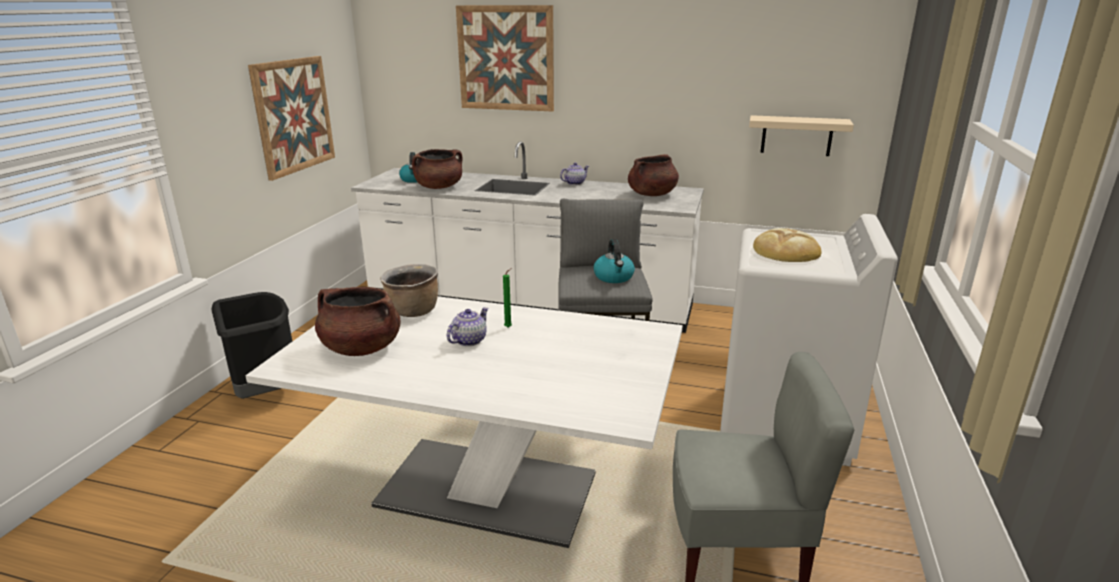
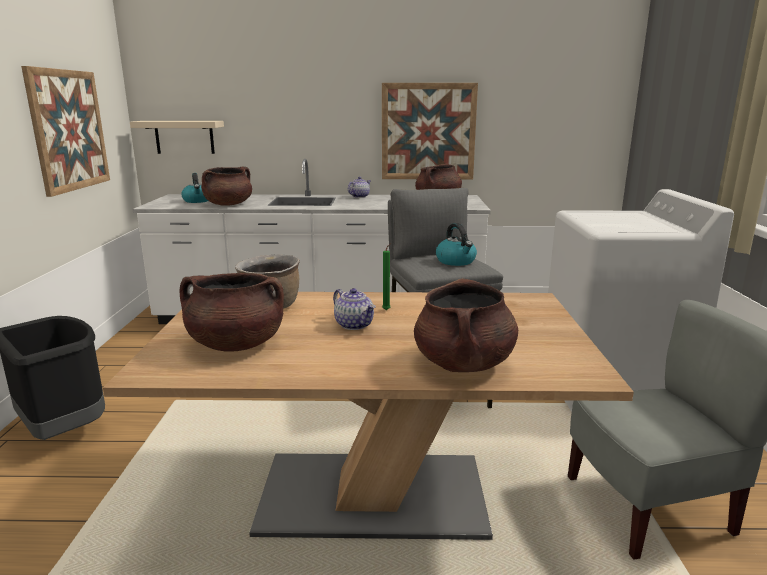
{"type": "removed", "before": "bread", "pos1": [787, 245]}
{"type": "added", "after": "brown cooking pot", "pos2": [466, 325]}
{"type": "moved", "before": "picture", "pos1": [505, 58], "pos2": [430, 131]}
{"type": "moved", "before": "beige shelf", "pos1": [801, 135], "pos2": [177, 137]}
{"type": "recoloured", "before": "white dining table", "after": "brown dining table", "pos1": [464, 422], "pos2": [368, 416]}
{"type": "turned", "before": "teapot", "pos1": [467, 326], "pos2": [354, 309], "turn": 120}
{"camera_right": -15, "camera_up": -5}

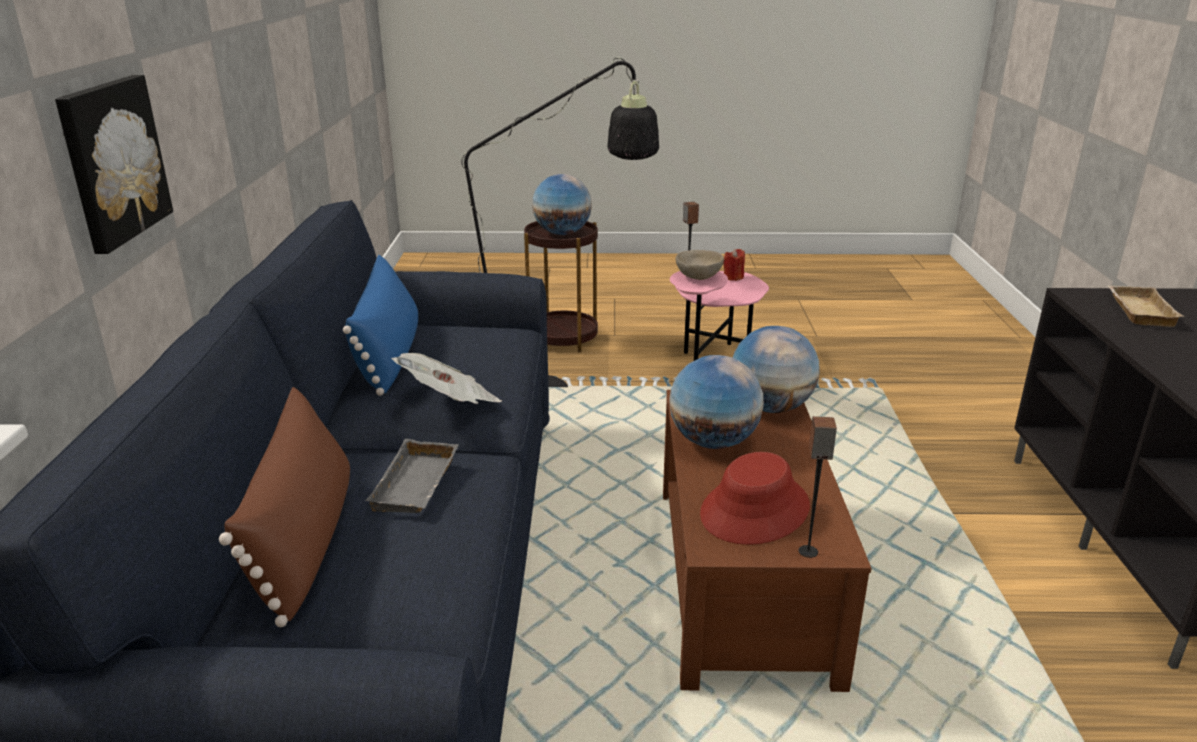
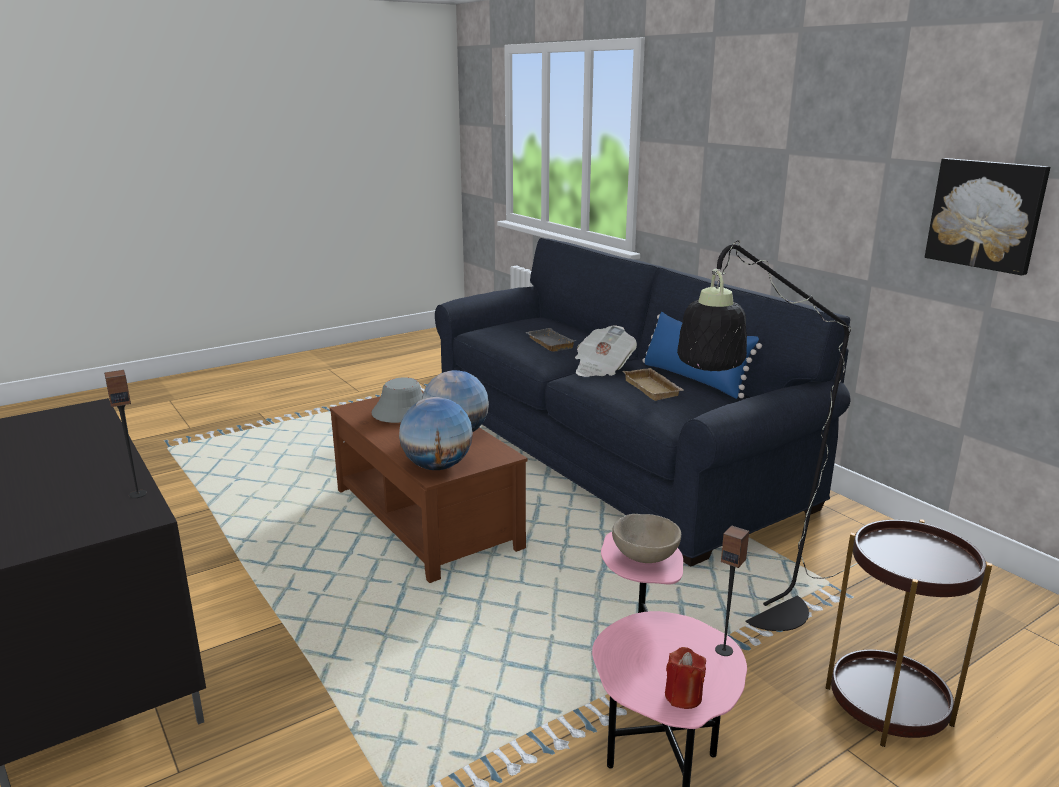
{"type": "removed", "before": "brown pillow", "pos1": [284, 507]}
{"type": "removed", "before": "globe", "pos1": [562, 204]}
{"type": "moved", "before": "picture", "pos1": [114, 164], "pos2": [987, 216]}
{"type": "moved", "before": "speaker", "pos1": [817, 487], "pos2": [125, 434]}
{"type": "moved", "before": "beige tray", "pos1": [1146, 306], "pos2": [654, 384]}
{"type": "recoloured", "before": "red hat", "after": "grey hat", "pos1": [755, 498], "pos2": [397, 400]}
{"camera_right": 145, "camera_up": -5}

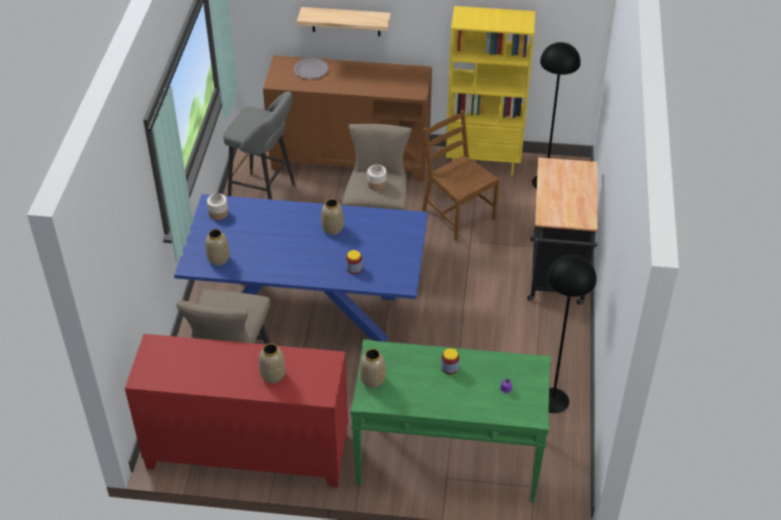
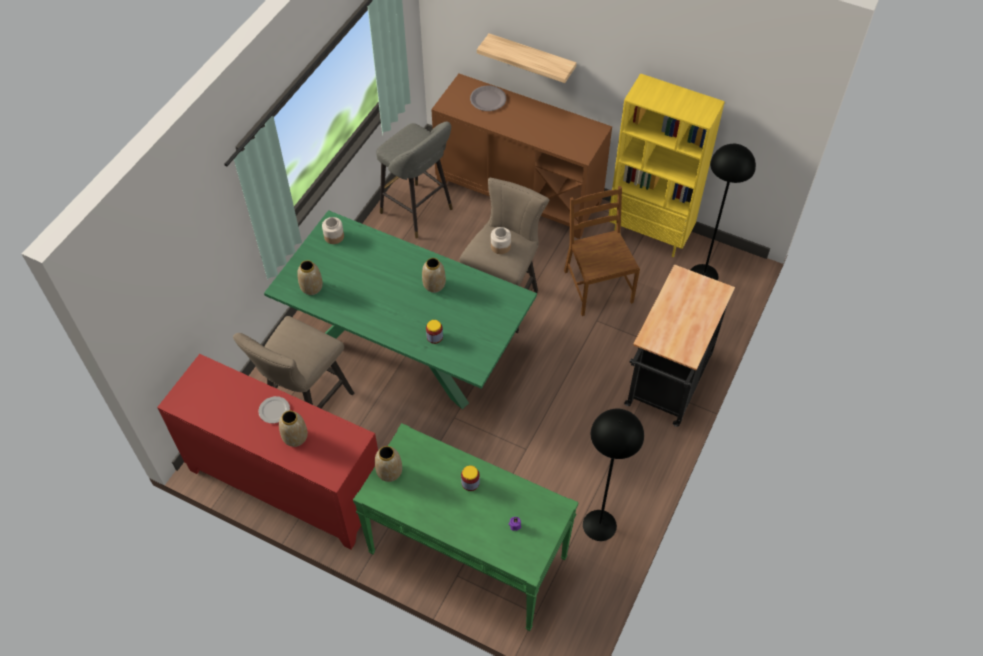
{"type": "added", "after": "plate", "pos2": [274, 409]}
{"type": "recoloured", "before": "blue dining table", "after": "green dining table", "pos1": [301, 268], "pos2": [400, 309]}
{"camera_right": 20, "camera_up": 10}

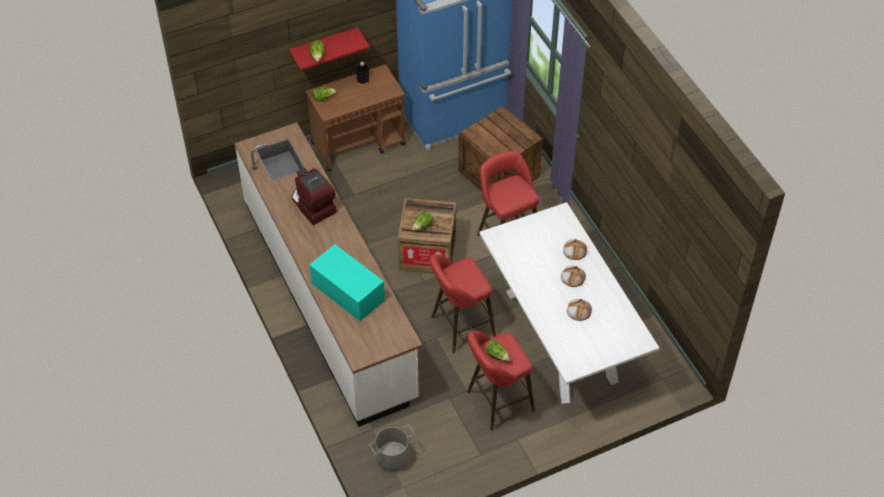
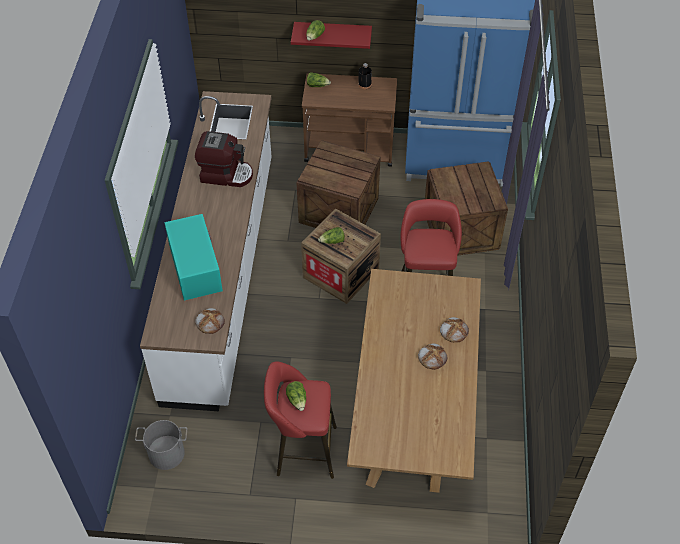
{"type": "removed", "before": "red stool", "pos1": [462, 303]}
{"type": "added", "after": "crate", "pos2": [339, 184]}
{"type": "moved", "before": "bread", "pos1": [579, 310], "pos2": [210, 321]}
{"type": "recoloured", "before": "white dining table", "after": "brown dining table", "pos1": [569, 303], "pos2": [414, 381]}
{"type": "turned", "before": "coffee machine", "pos1": [314, 196], "pos2": [224, 159], "turn": 105}
{"camera_right": 30, "camera_up": 0}

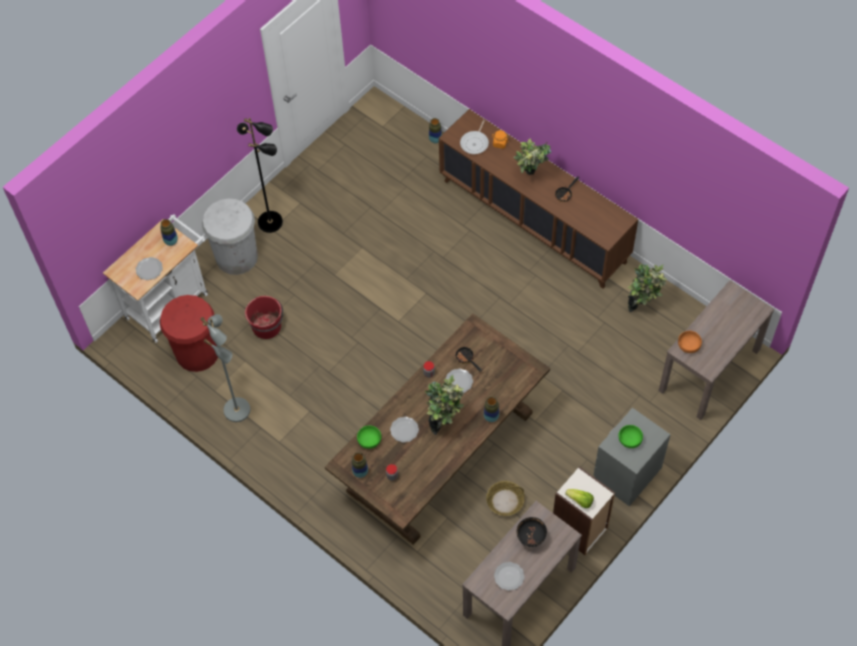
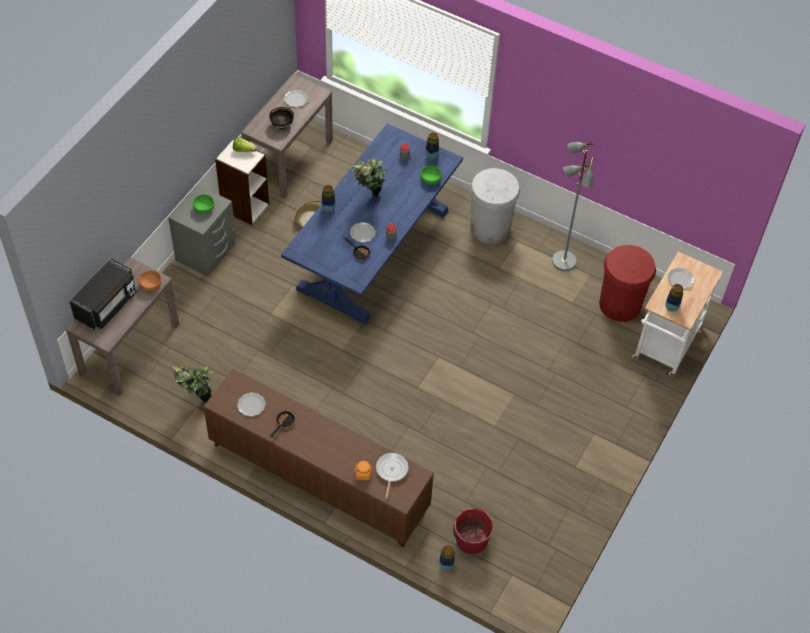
{"type": "removed", "before": "black floor lamp", "pos1": [260, 175]}
{"type": "removed", "before": "potted plant", "pos1": [533, 156]}
{"type": "added", "after": "black microwave", "pos2": [103, 294]}
{"type": "moved", "before": "white trash can", "pos1": [230, 237], "pos2": [495, 206]}
{"type": "moved", "before": "red bucket", "pos1": [264, 317], "pos2": [473, 531]}
{"type": "moved", "before": "plate", "pos1": [404, 430], "pos2": [251, 404]}
{"type": "recoloured", "before": "brown dining table", "after": "blue dining table", "pos1": [437, 429], "pos2": [372, 224]}
{"camera_right": 165, "camera_up": -5}

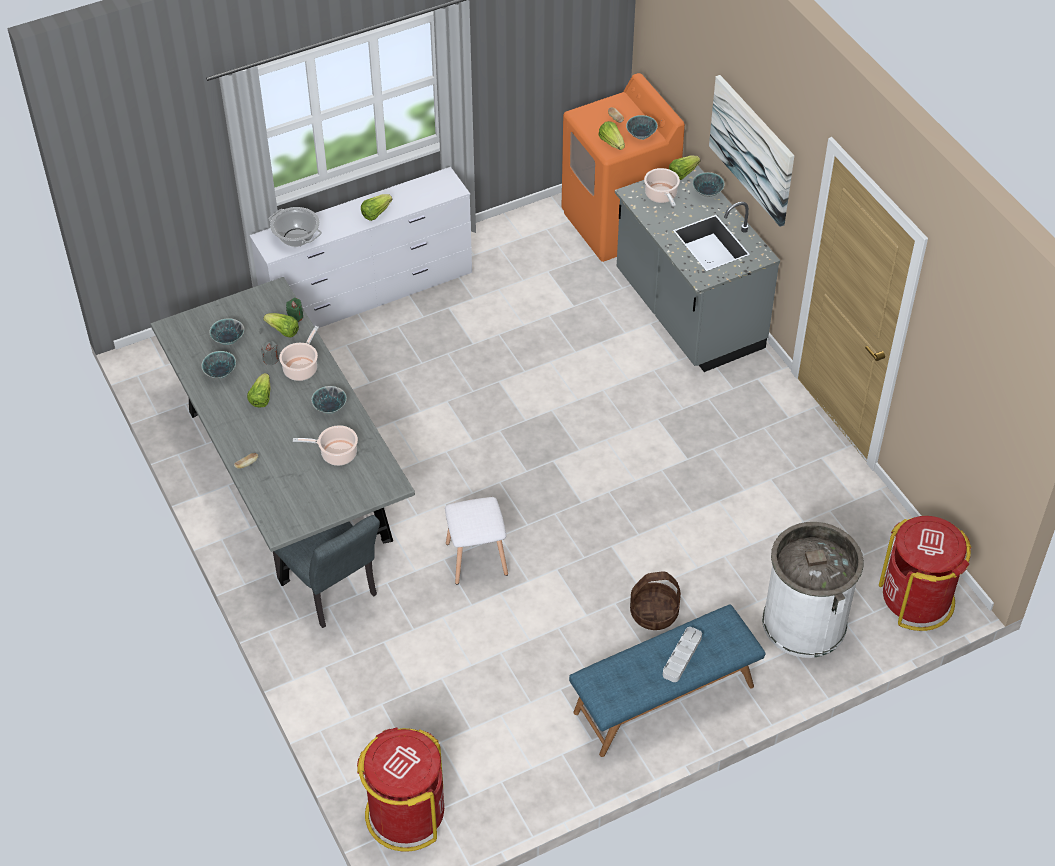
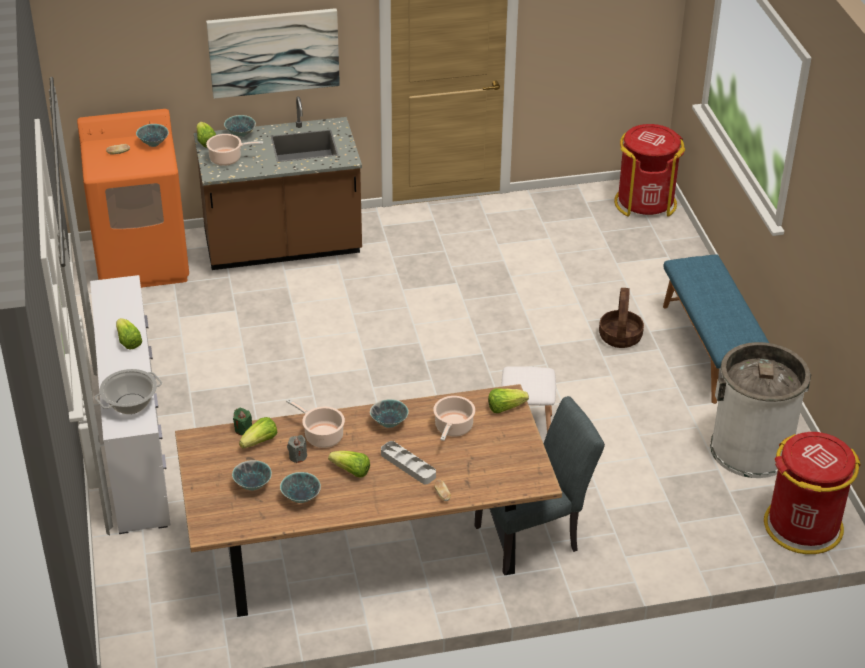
{"type": "moved", "before": "lettuce", "pos1": [611, 135], "pos2": [508, 400]}
{"type": "moved", "before": "grey tray", "pos1": [682, 654], "pos2": [408, 462]}
{"type": "moved", "before": "white trash can", "pos1": [813, 590], "pos2": [760, 410]}
{"type": "recoloured", "before": "grey dining table", "after": "brown dining table", "pos1": [283, 431], "pos2": [368, 500]}
{"type": "recoloured", "before": "grey counter", "after": "brown counter", "pos1": [697, 268], "pos2": [278, 183]}
{"camera_right": -75, "camera_up": -10}

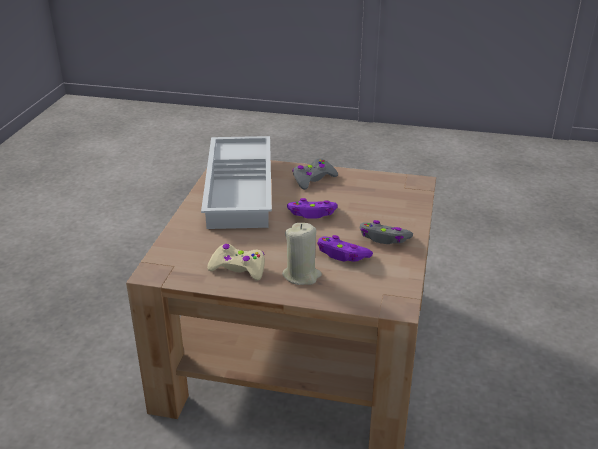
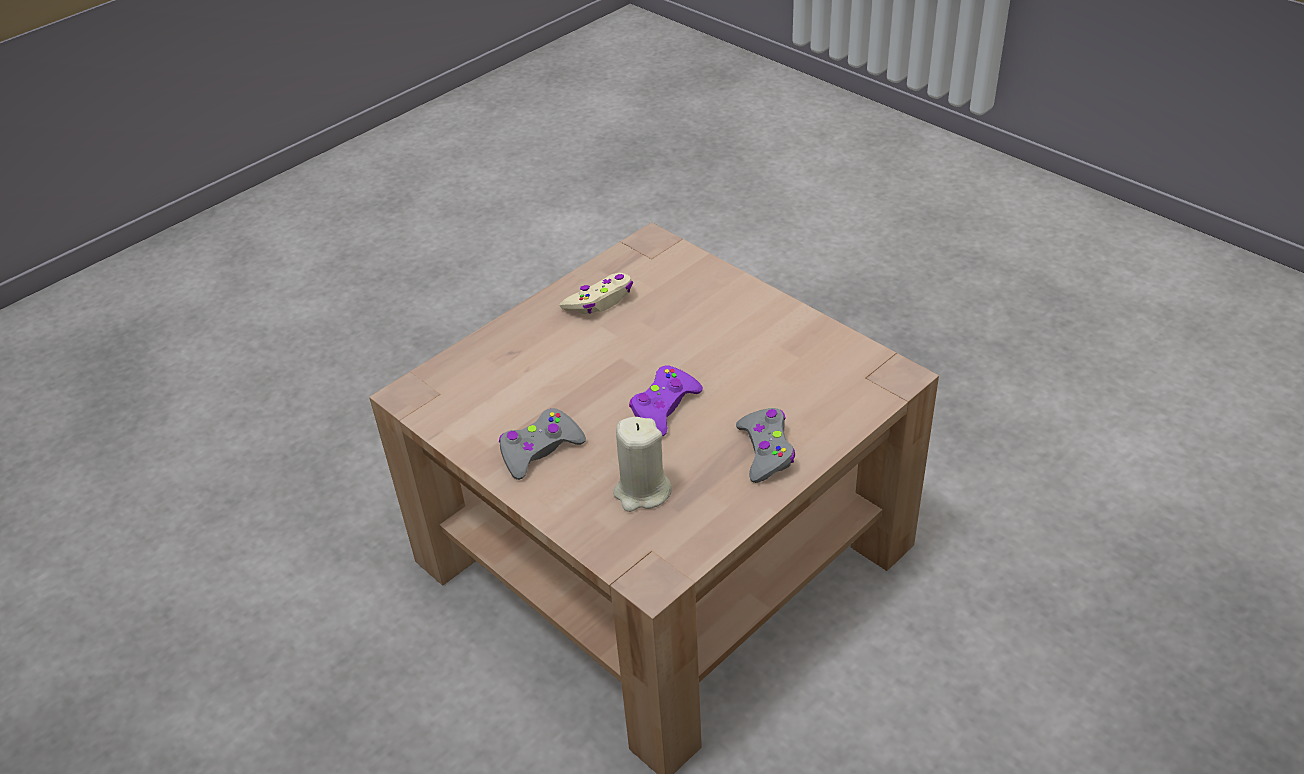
{"type": "removed", "before": "white tray", "pos1": [236, 182]}
{"type": "removed", "before": "purple game controller", "pos1": [345, 248]}
{"type": "moved", "before": "beige candle", "pos1": [302, 254], "pos2": [642, 464]}
{"camera_right": 125, "camera_up": 10}

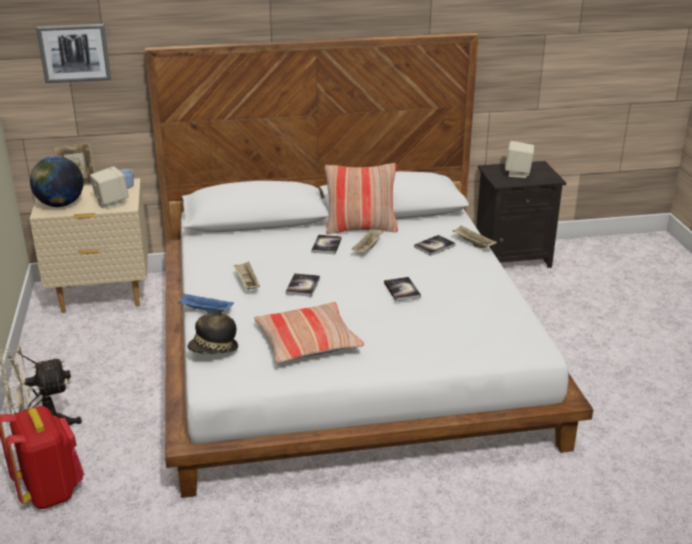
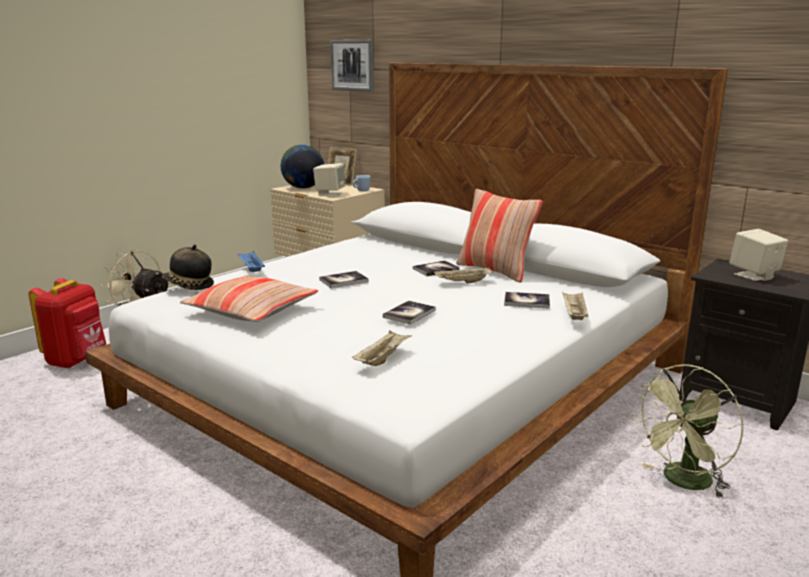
{"type": "added", "after": "green fan", "pos2": [688, 431]}
{"type": "moved", "before": "beige tray", "pos1": [247, 275], "pos2": [382, 348]}
{"camera_right": 50, "camera_up": -10}

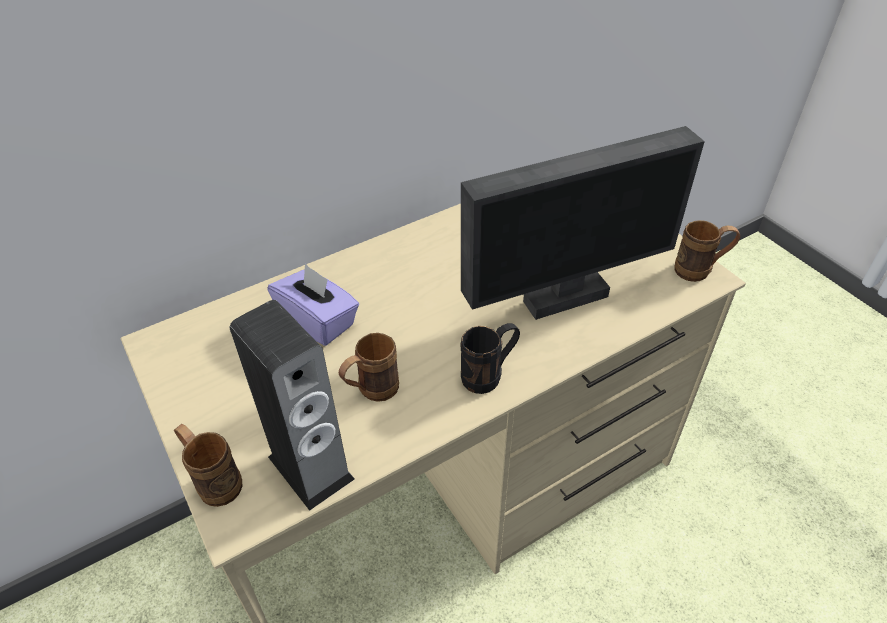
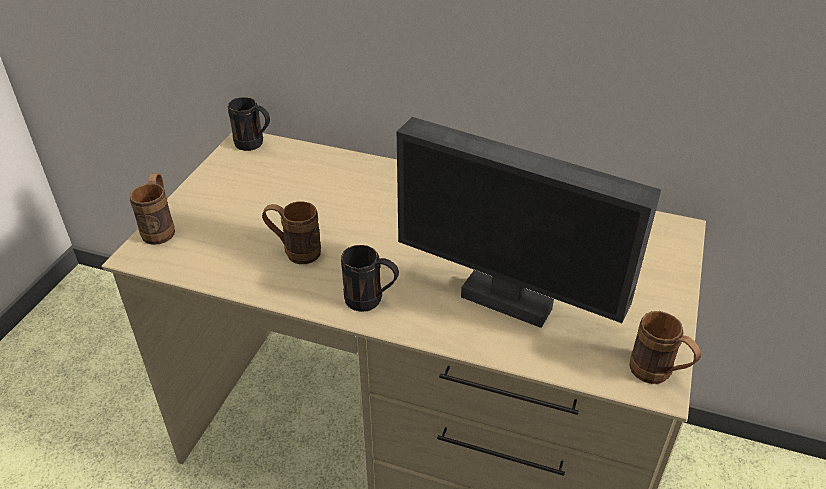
{"type": "removed", "before": "speaker", "pos1": [292, 405]}
{"type": "removed", "before": "purple tissue box", "pos1": [313, 304]}
{"type": "added", "after": "black mug", "pos2": [249, 124]}
{"camera_right": 50, "camera_up": -5}

